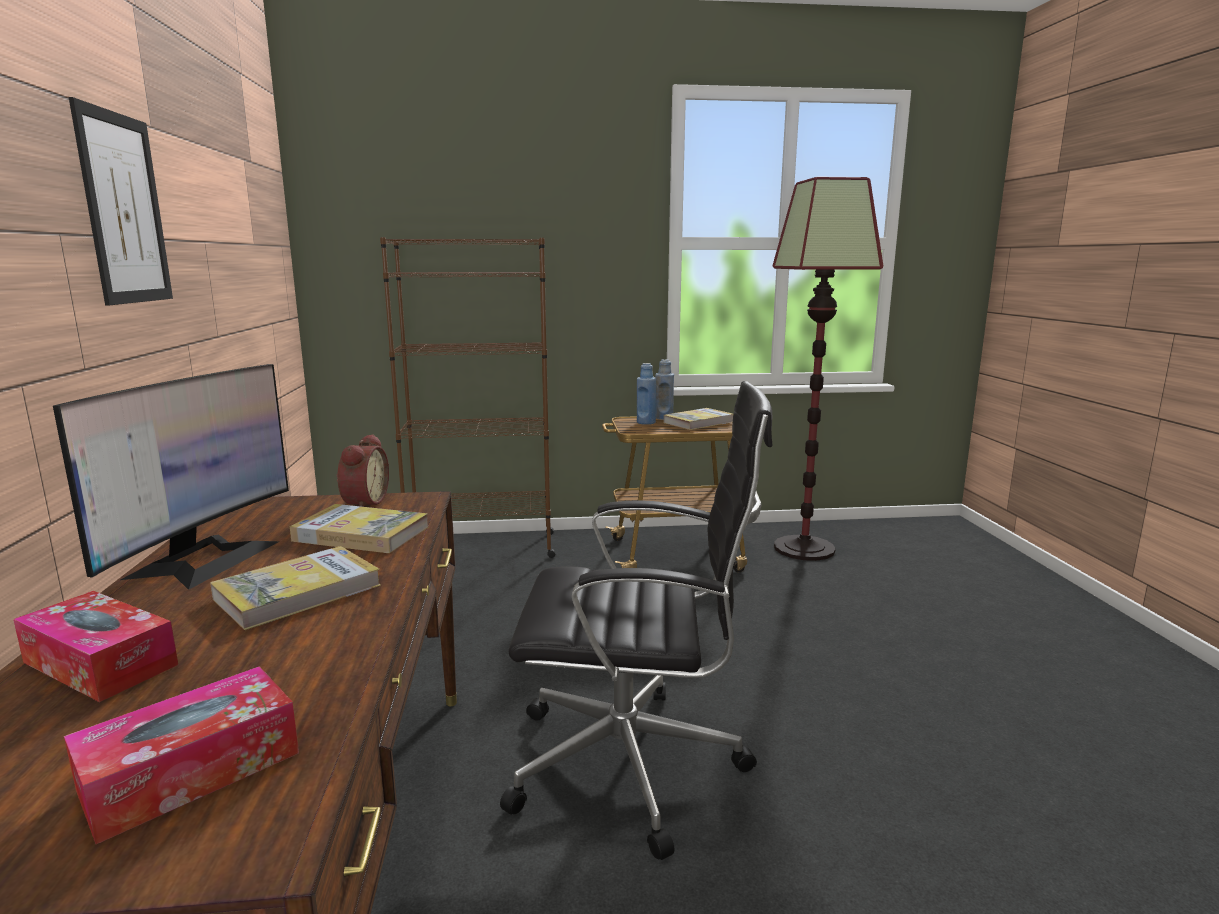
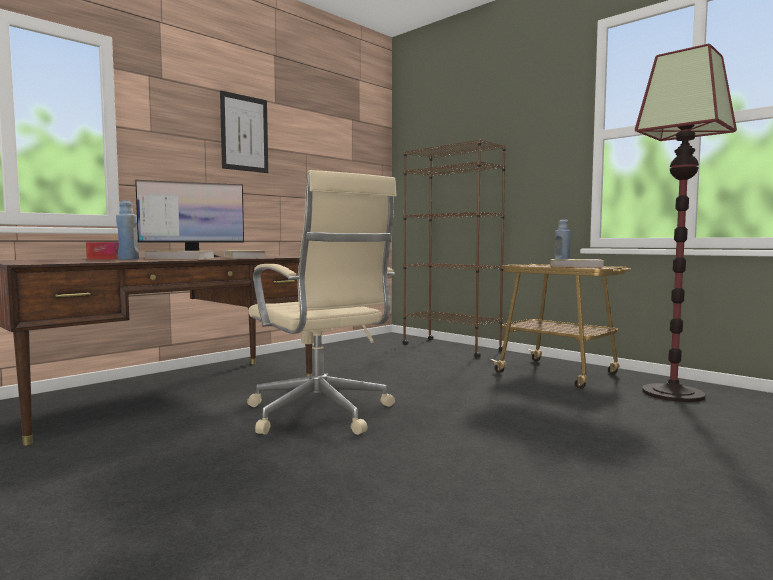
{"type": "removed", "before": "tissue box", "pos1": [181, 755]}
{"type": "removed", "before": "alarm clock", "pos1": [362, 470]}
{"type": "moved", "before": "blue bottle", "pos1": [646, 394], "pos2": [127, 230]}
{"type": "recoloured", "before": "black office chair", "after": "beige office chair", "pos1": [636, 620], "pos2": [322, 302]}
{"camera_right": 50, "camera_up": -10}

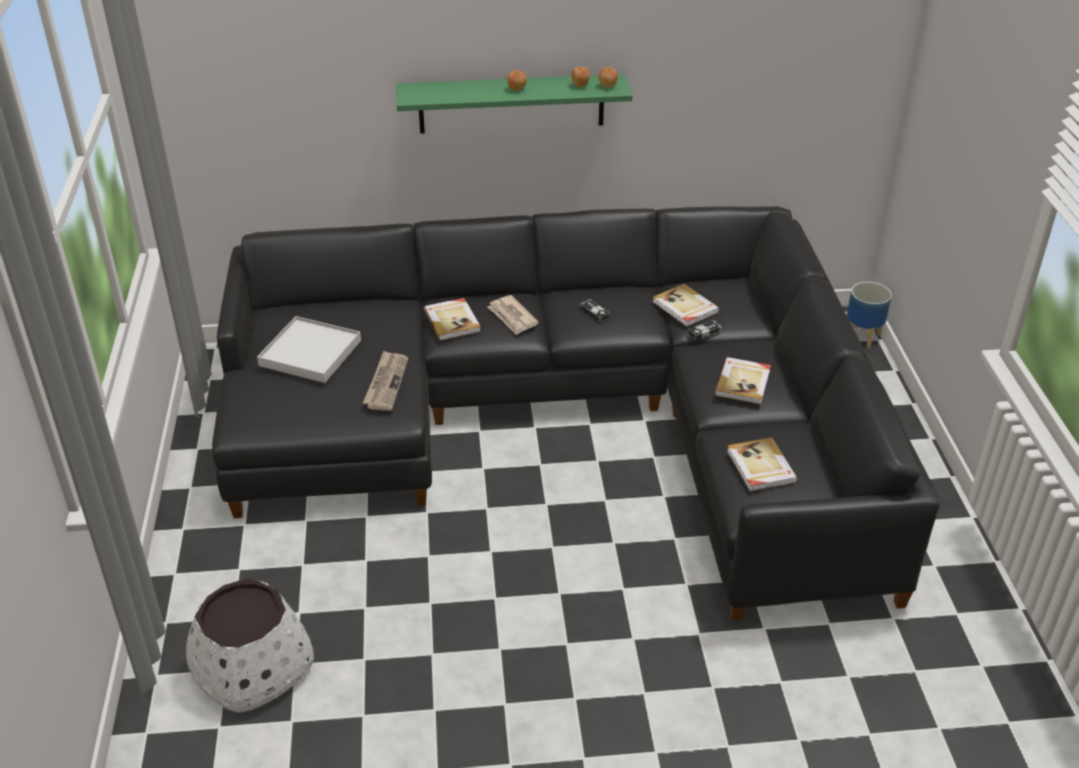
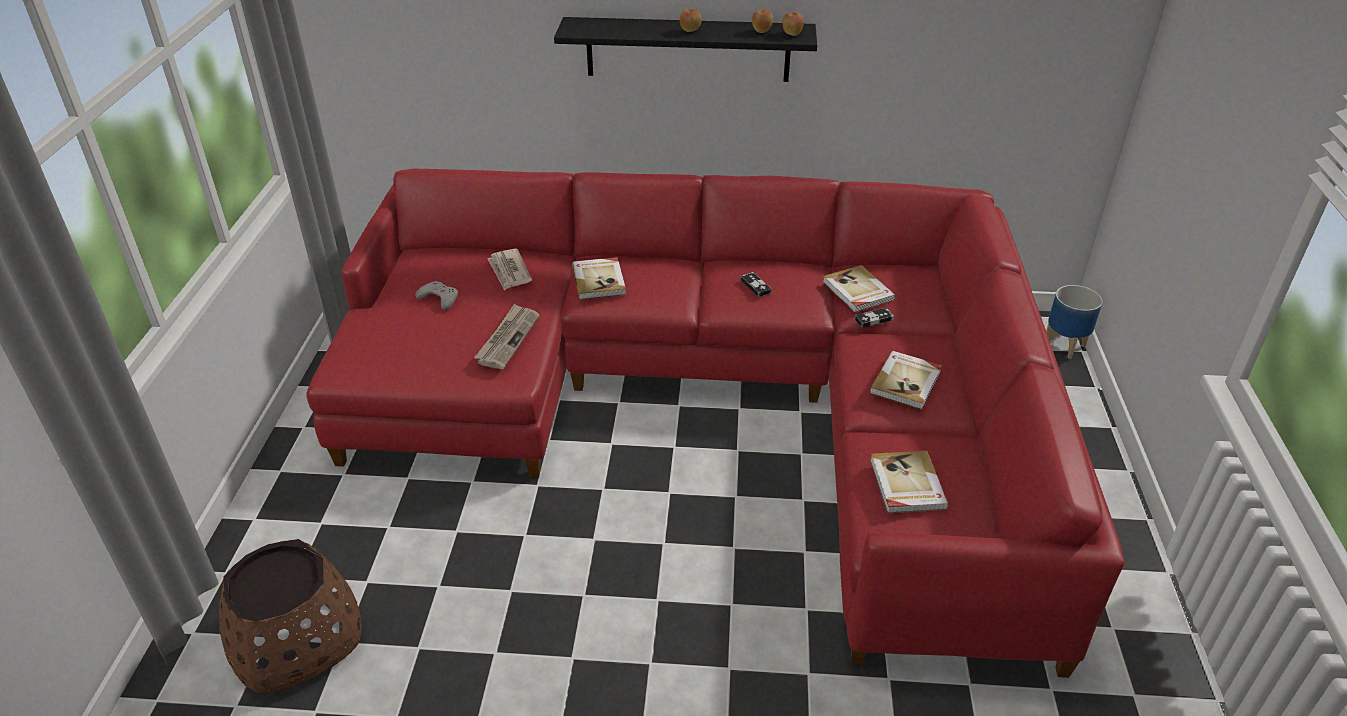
{"type": "moved", "before": "newspaper", "pos1": [513, 315], "pos2": [509, 269]}
{"type": "replaced", "before": "white tray", "after": "grey game controller", "pos1": [309, 349], "pos2": [436, 295]}
{"type": "recoloured", "before": "white planter", "after": "brown planter", "pos1": [250, 645], "pos2": [290, 616]}
{"type": "recoloured", "before": "black sofa", "after": "red sofa", "pos1": [576, 413], "pos2": [715, 423]}
{"type": "recoloured", "before": "green shelf", "after": "black shelf", "pos1": [514, 104], "pos2": [685, 49]}
{"camera_right": 10, "camera_up": 0}

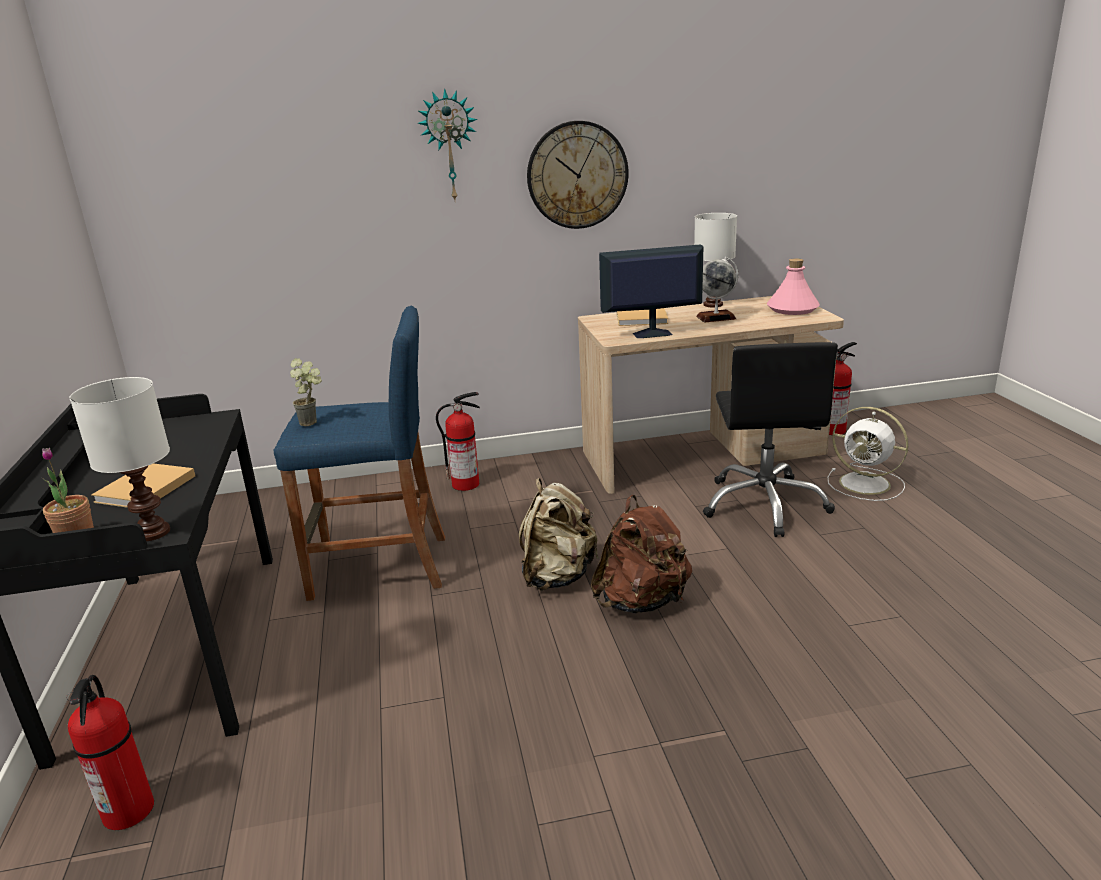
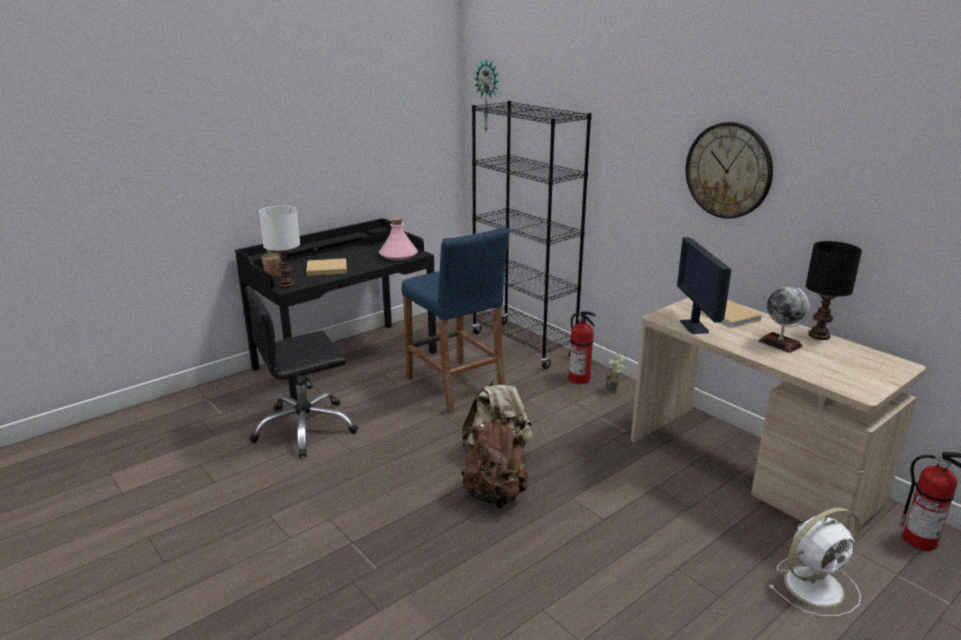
{"type": "removed", "before": "fire extinguisher", "pos1": [110, 752]}
{"type": "added", "after": "black bookcase", "pos2": [532, 235]}
{"type": "moved", "before": "potted plant", "pos1": [306, 392], "pos2": [615, 373]}
{"type": "moved", "before": "wall clock", "pos1": [447, 144], "pos2": [486, 95]}
{"type": "moved", "before": "black office chair", "pos1": [770, 439], "pos2": [301, 372]}
{"type": "moved", "before": "pink bottle", "pos1": [793, 286], "pos2": [398, 239]}
{"type": "recoloured", "before": "white table lamp", "after": "black table lamp", "pos1": [715, 260], "pos2": [834, 290]}
{"type": "turned", "before": "monitor", "pos1": [651, 291], "pos2": [704, 285], "turn": -150}
{"type": "turned", "before": "white fan", "pos1": [867, 454], "pos2": [815, 562], "turn": -120}
{"camera_right": 60, "camera_up": 0}

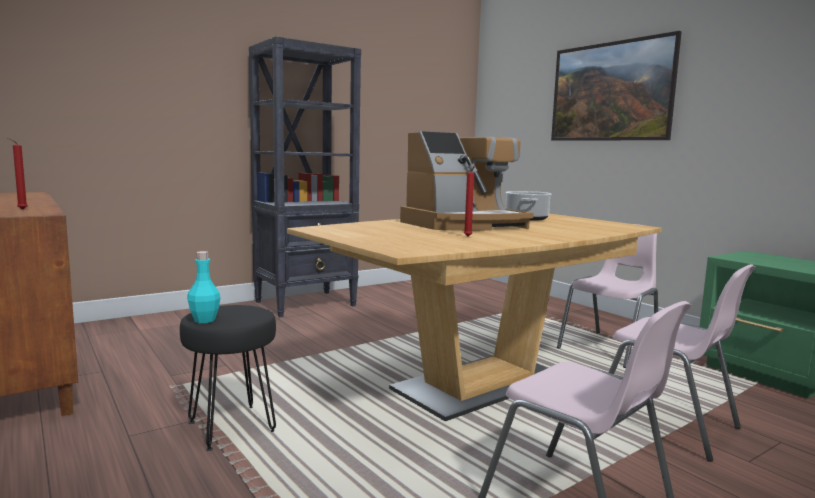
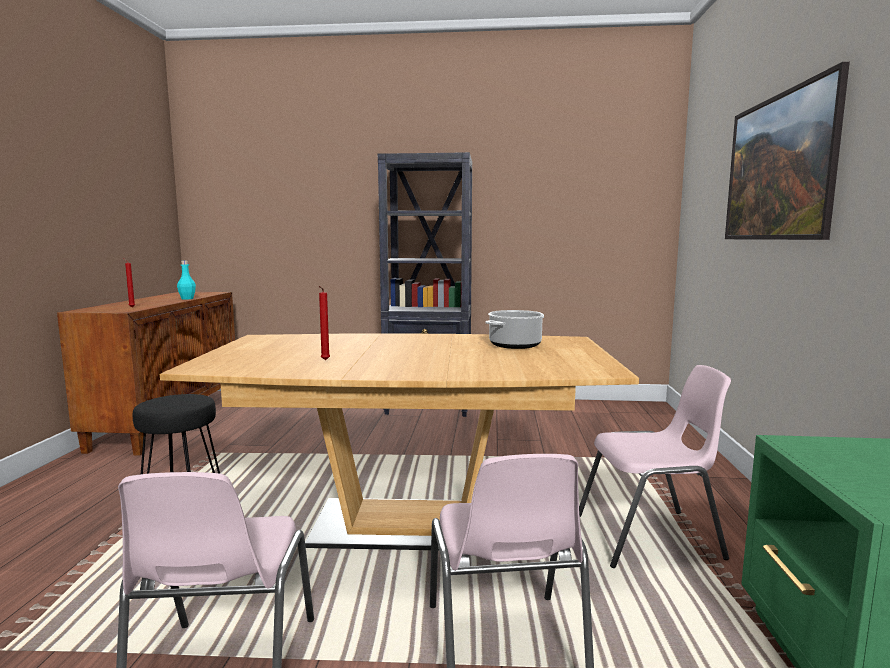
{"type": "removed", "before": "coffee machine", "pos1": [467, 181]}
{"type": "moved", "before": "turquoise bottle", "pos1": [203, 287], "pos2": [186, 280]}
{"camera_right": 40, "camera_up": 0}

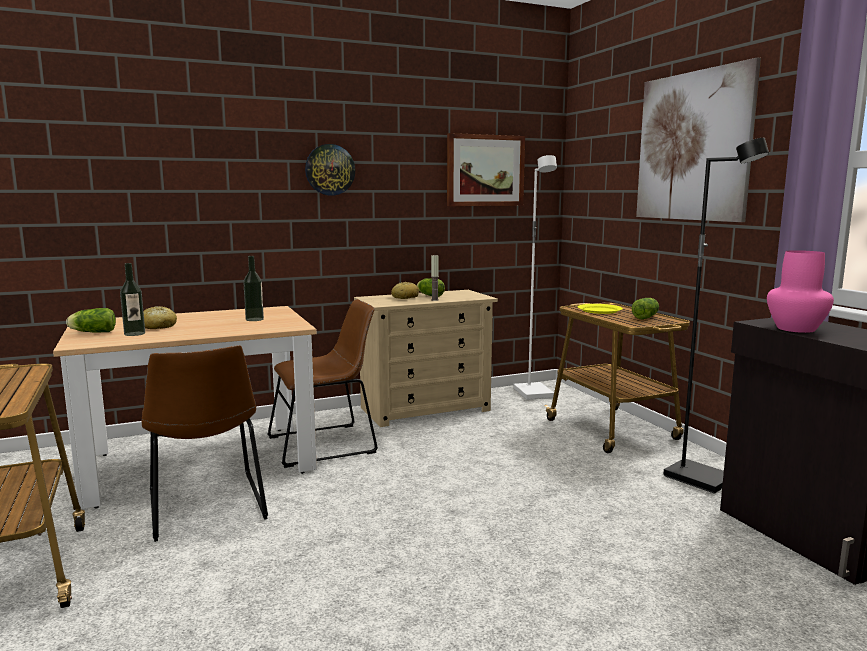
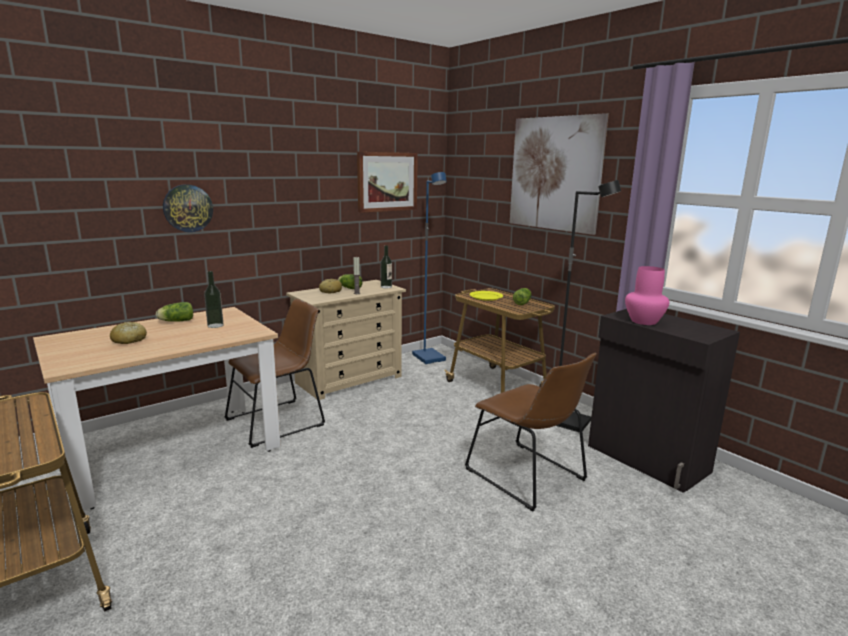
{"type": "moved", "before": "lettuce", "pos1": [91, 320], "pos2": [174, 311]}
{"type": "moved", "before": "bottle", "pos1": [132, 299], "pos2": [386, 266]}
{"type": "moved", "before": "brown chair", "pos1": [205, 443], "pos2": [531, 432]}
{"type": "moved", "before": "wall clock", "pos1": [330, 170], "pos2": [188, 208]}
{"type": "recoloured", "before": "white floor lamp", "after": "blue floor lamp", "pos1": [535, 277], "pos2": [429, 268]}
{"camera_right": -15, "camera_up": 5}

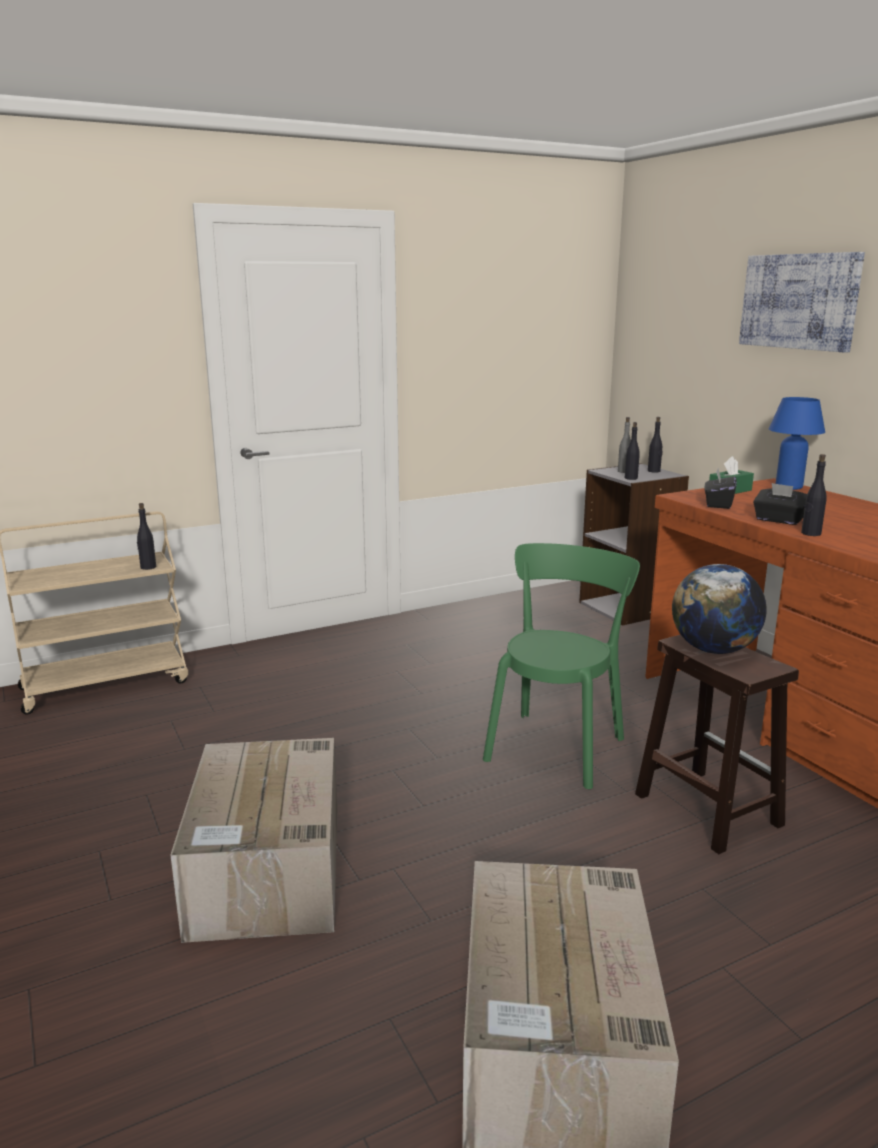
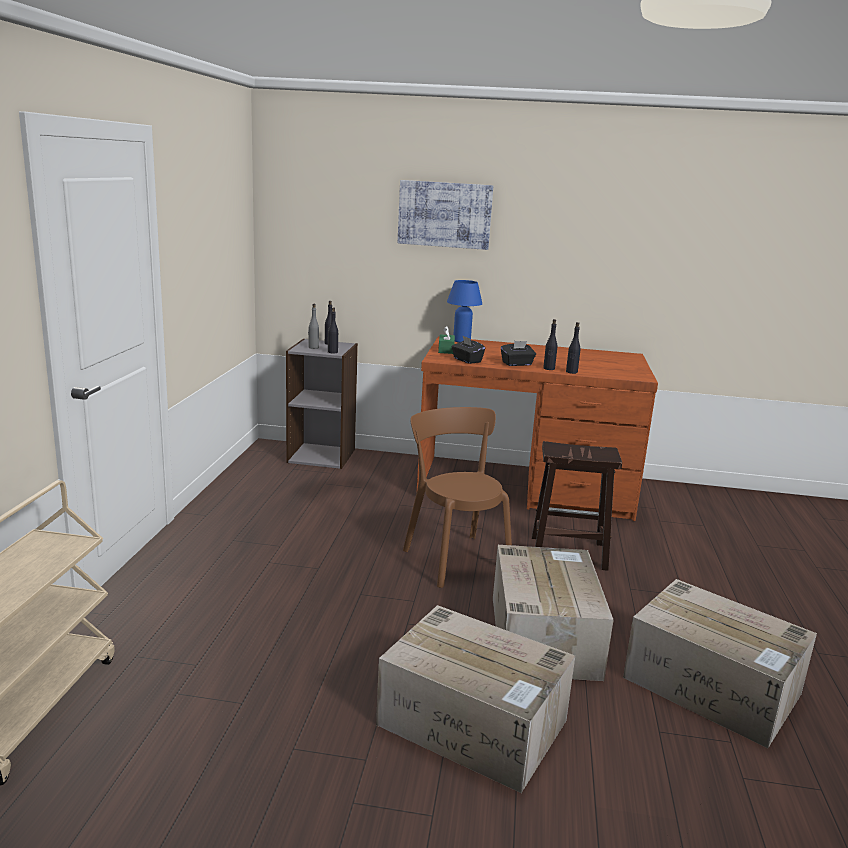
{"type": "removed", "before": "globe", "pos1": [719, 609]}
{"type": "added", "after": "cardboard box", "pos2": [553, 613]}
{"type": "moved", "before": "black bottle", "pos1": [146, 536], "pos2": [573, 348]}
{"type": "recoloured", "before": "green chair", "after": "brown chair", "pos1": [561, 666], "pos2": [457, 497]}
{"camera_right": -55, "camera_up": 0}

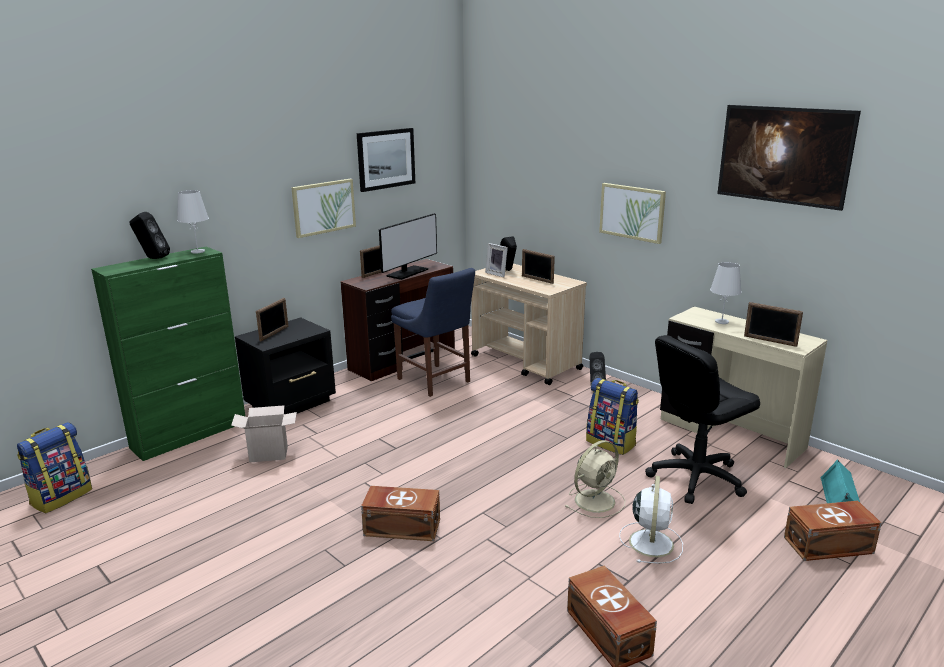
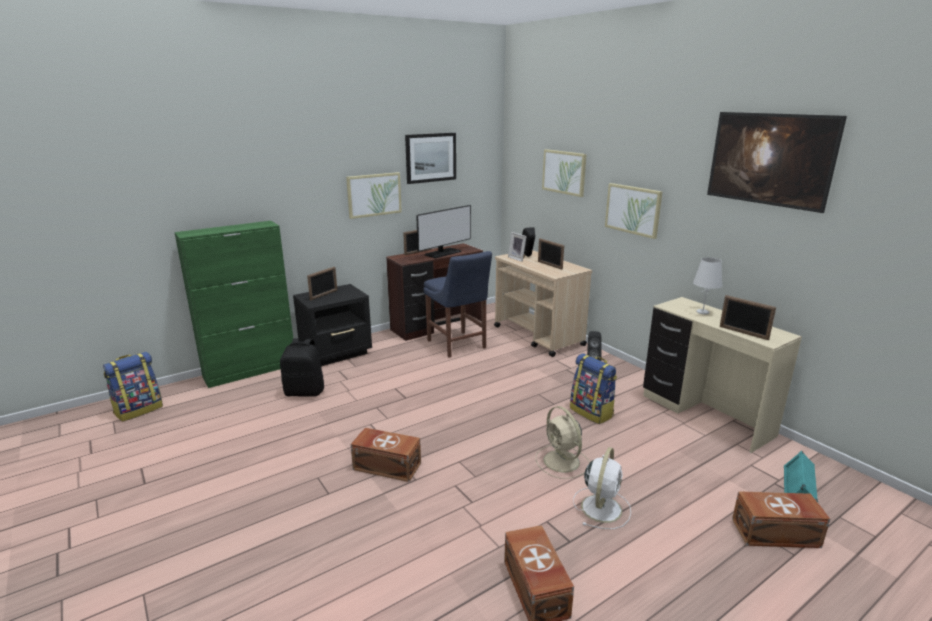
{"type": "removed", "before": "black speaker", "pos1": [149, 235]}
{"type": "removed", "before": "white table lamp", "pos1": [193, 222]}
{"type": "removed", "before": "black office chair", "pos1": [702, 419]}
{"type": "added", "after": "picture", "pos2": [564, 173]}
{"type": "replaced", "before": "cardboard box", "after": "black backpack", "pos1": [264, 433], "pos2": [302, 368]}
{"type": "turned", "before": "beige fan", "pos1": [595, 479], "pos2": [562, 442], "turn": 90}
{"camera_right": 10, "camera_up": 0}

